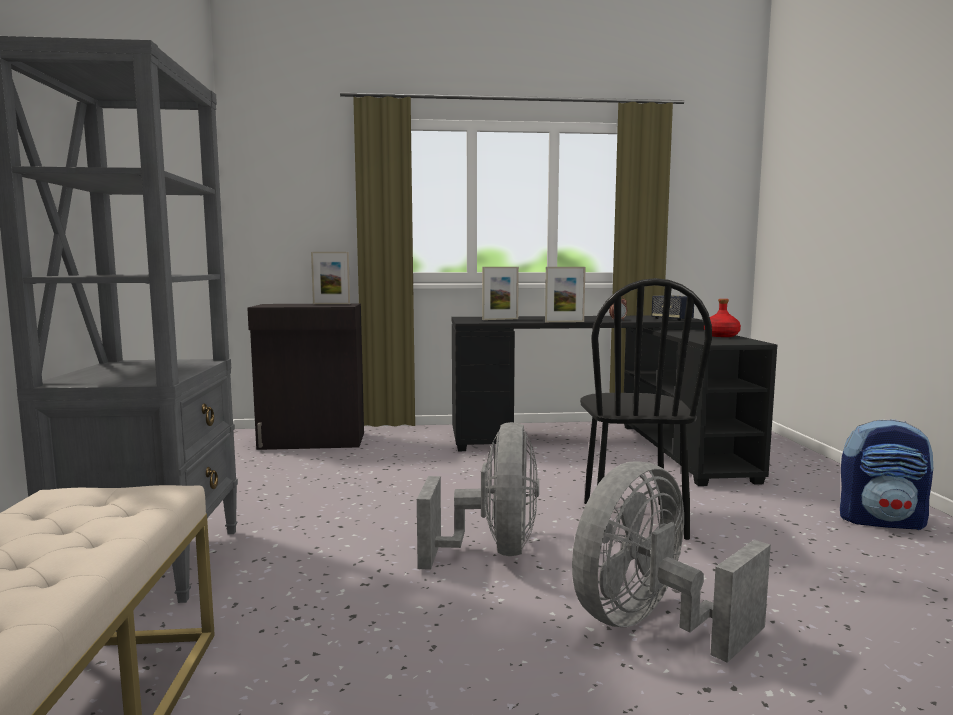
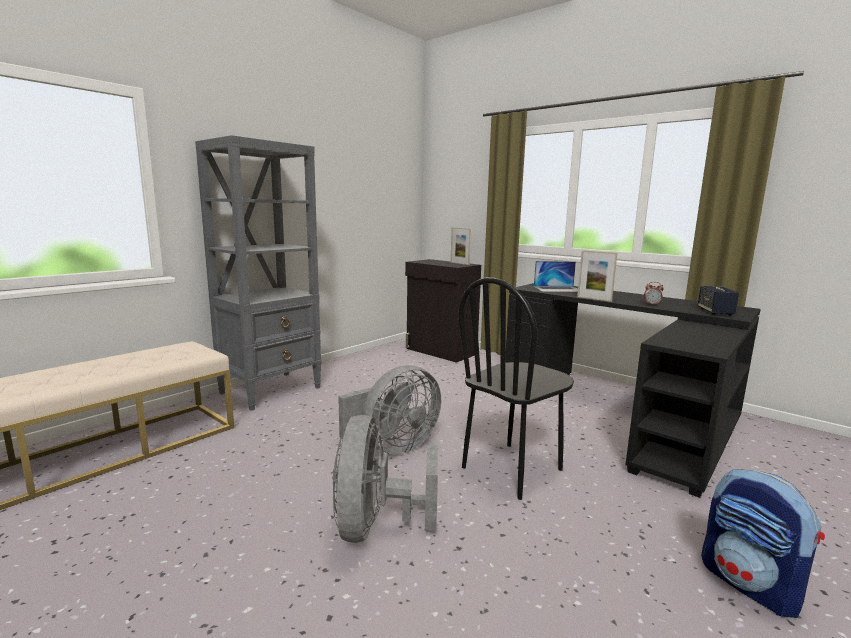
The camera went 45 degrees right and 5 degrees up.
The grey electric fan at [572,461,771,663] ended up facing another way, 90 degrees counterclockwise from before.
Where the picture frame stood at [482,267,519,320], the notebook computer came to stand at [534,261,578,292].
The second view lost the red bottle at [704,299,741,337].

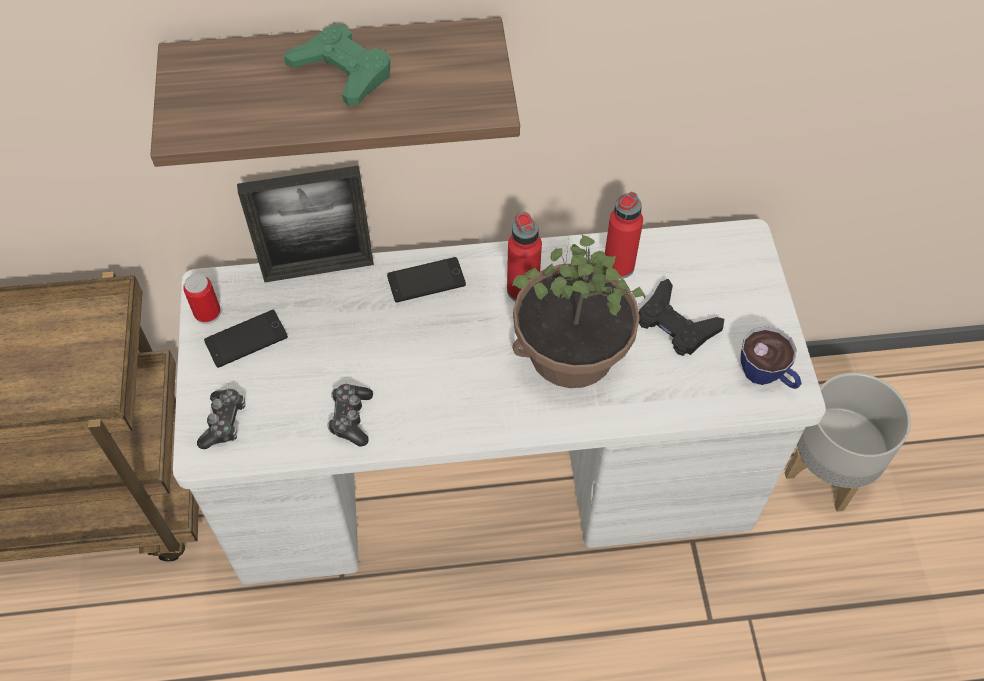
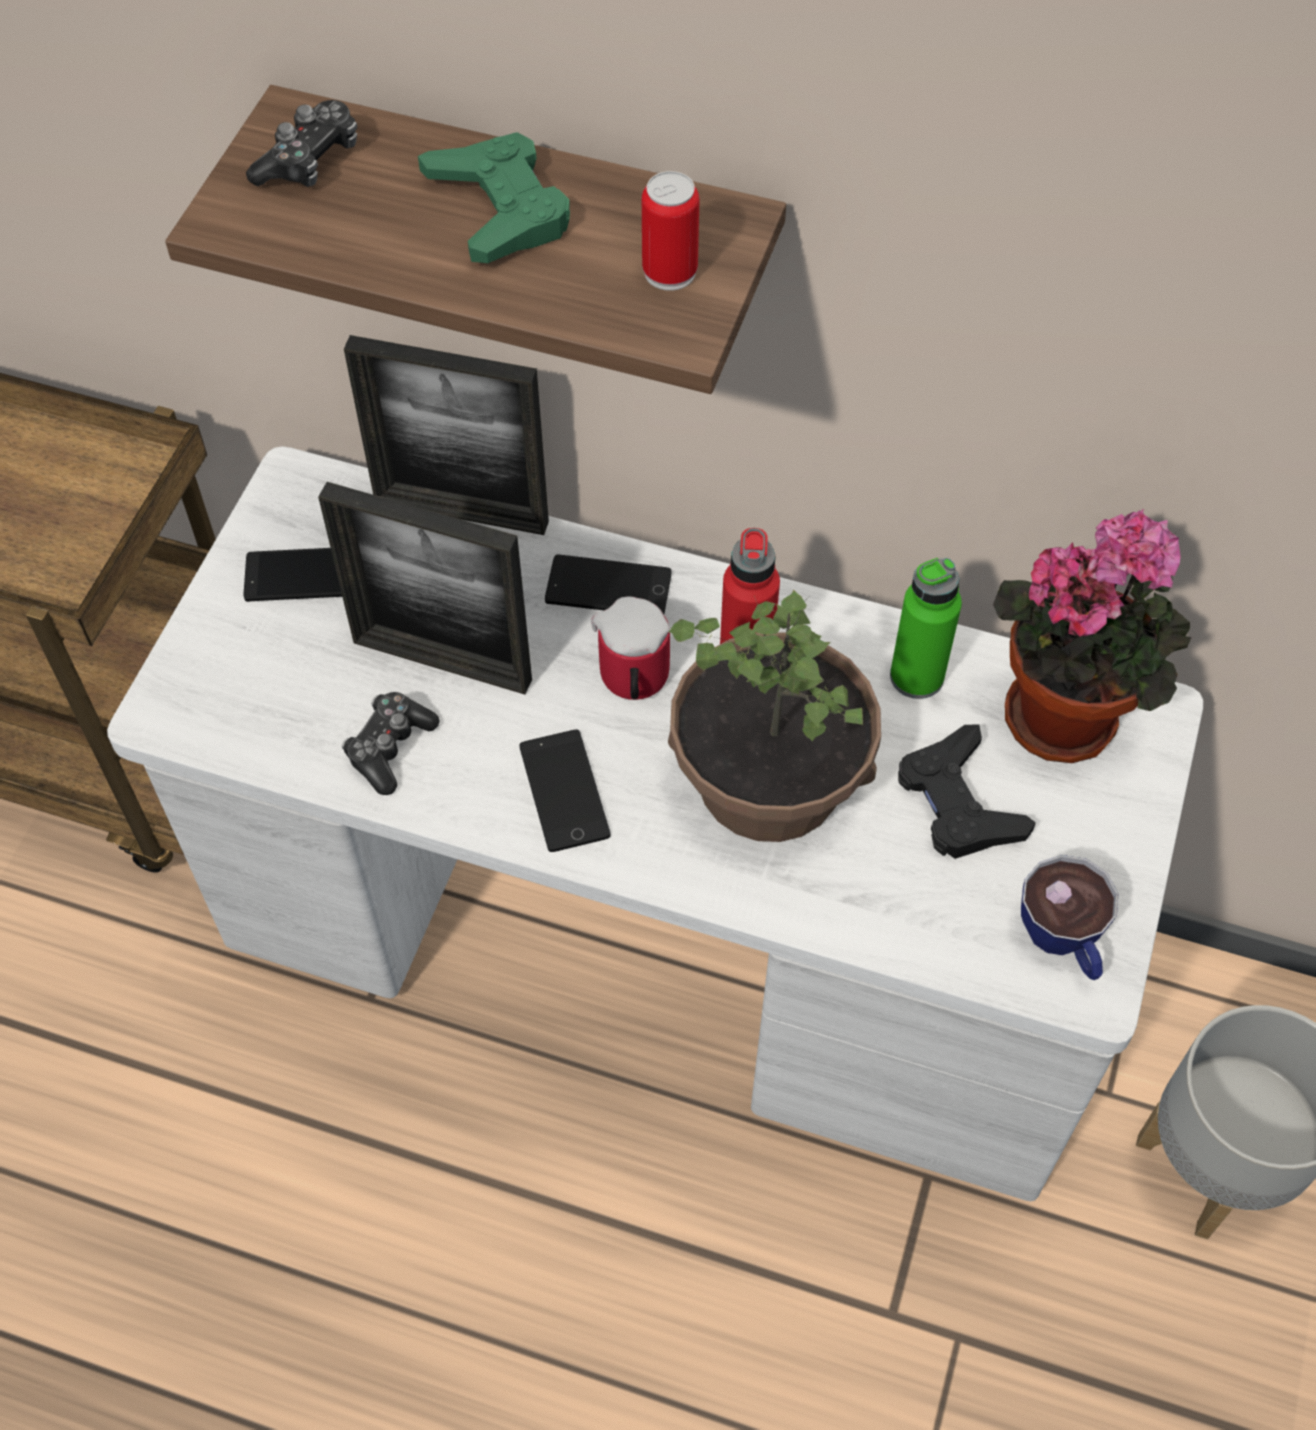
The camera went 25 degrees right and 0 degrees up.
The gamepad ended up elsewhere, having gone from [197,389,245,449] to [246,100,357,187].
The second view gained the picture frame at [318,482,532,695].
The second view gained the phone at [519,730,611,852].
The second view gained the mug at [591,596,670,700].
The sealed can ended up elsewhere, having gone from [183,274,221,324] to [642,171,699,291].
What was the red bottle at [605,192,643,279] turned into the green-coloured bottle at [890,558,962,699].
The second view gained the potted plant at [993,509,1192,763].

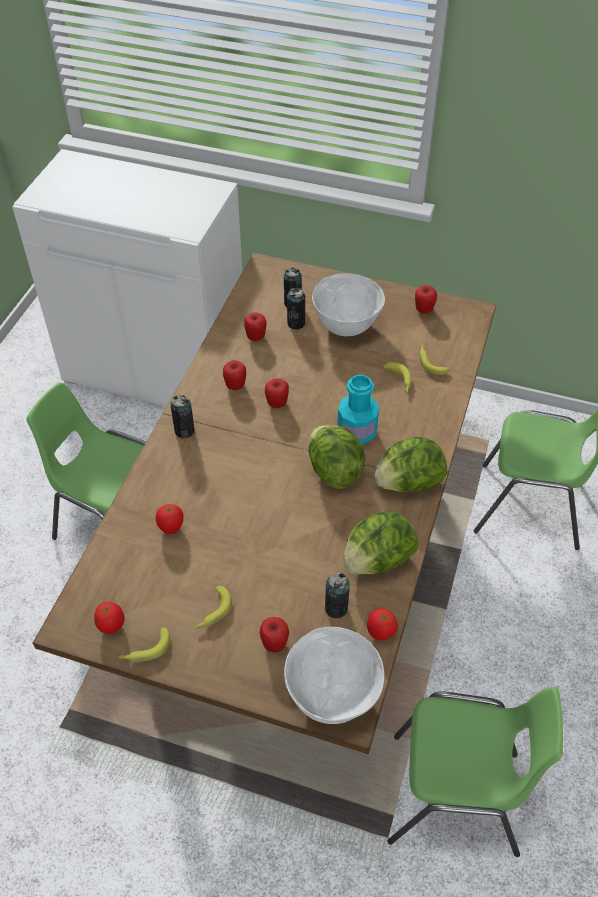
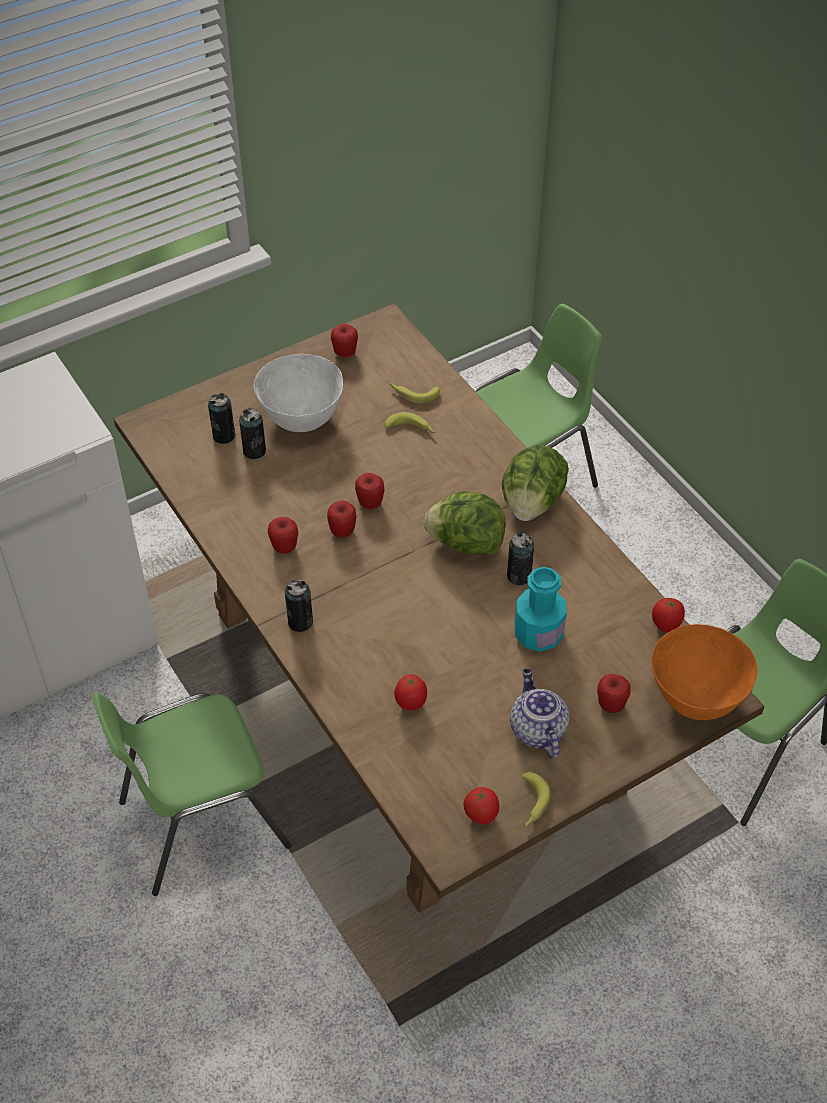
The camera went 50 degrees left and 0 degrees up.
The whole apple ended up elsewhere, having gone from [244,312,267,341] to [355,473,385,509].
The sealed can ended up elsewhere, having gone from [325,573,350,618] to [507,533,534,585].
Where the banana fruit stood at [195,586,232,629], the teapot came to stand at [510,669,570,759].
The turquoise bottle ended up elsewhere, having gone from [337,375,379,445] to [515,567,567,652].
What was the white-coloured bowl at [284,627,384,724] turned into the orange-coloured bowl at [652,624,757,720].
The second view lost the lettuce at [344,511,418,575].

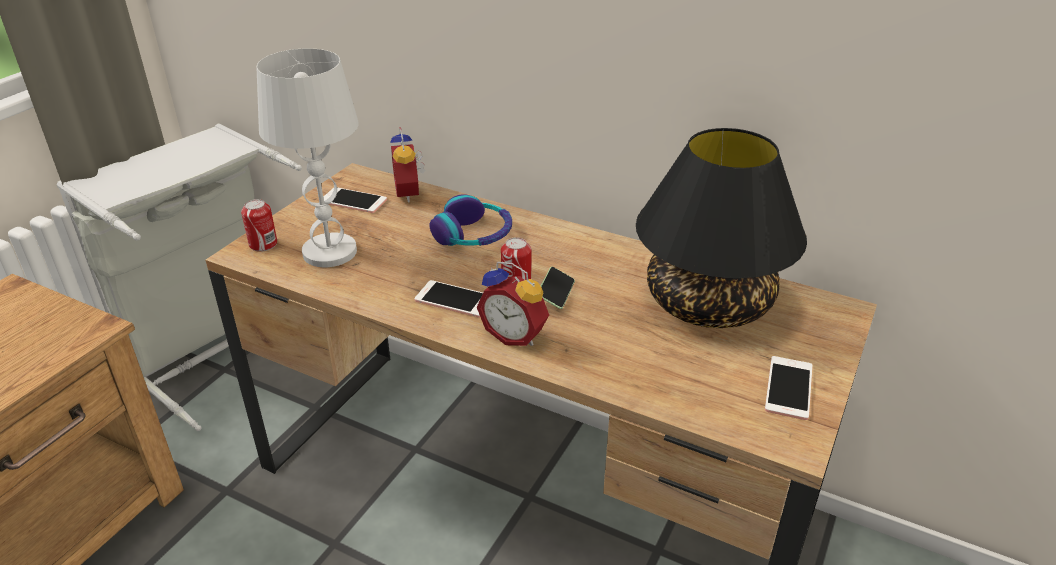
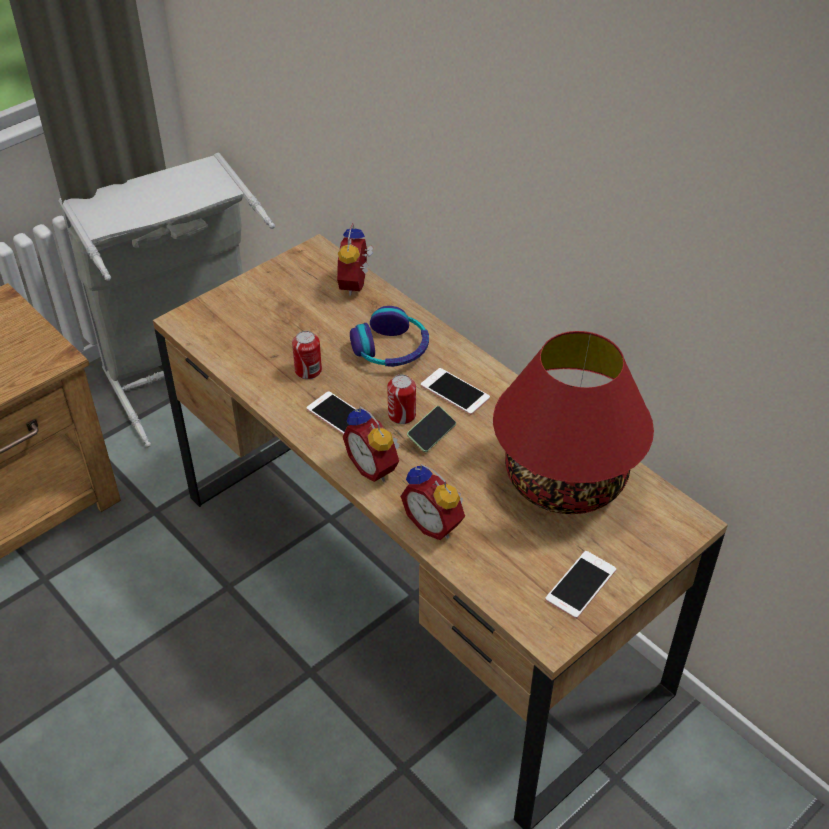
The camera went 20 degrees right and 10 degrees up.
The sealed can ended up elsewhere, having gone from [241,199,277,252] to [292,331,322,379].
The second view gained the alarm clock at [400,464,465,540].
The phone ended up elsewhere, having gone from [323,187,387,213] to [421,368,490,415].
What was the black tabletop lamp at [636,128,807,328] turned into the red tabletop lamp at [493,331,654,514].
The second view lost the white-coloured tabletop lamp at [256,48,359,267].

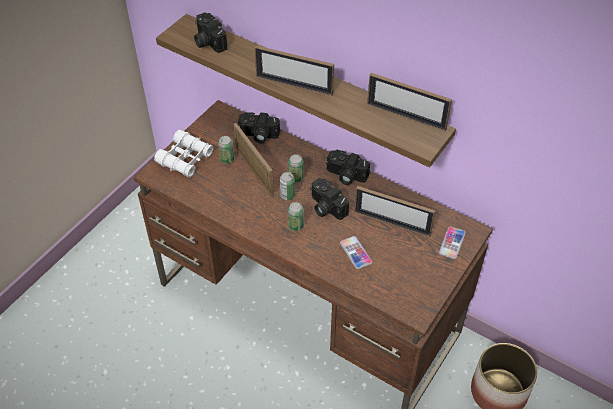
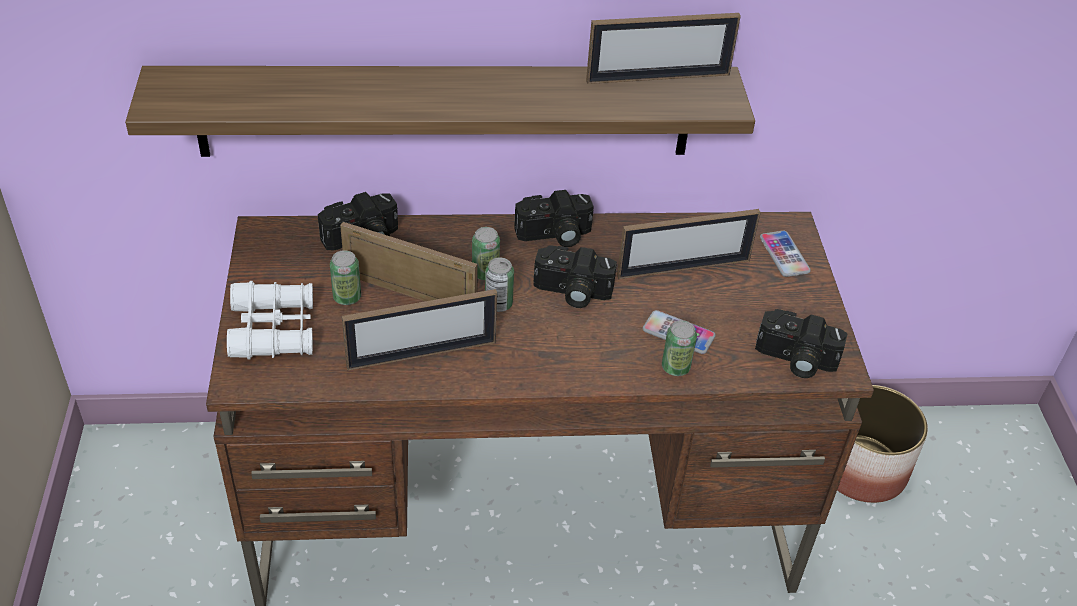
The camera went 40 degrees left and 5 degrees down.
The picture frame ended up elsewhere, having gone from [254,45,334,96] to [342,289,497,371].
The sealed can ended up elsewhere, having gone from [288,202,304,231] to [662,320,697,376].
The still camera ended up elsewhere, having gone from [194,12,228,53] to [755,309,848,378].

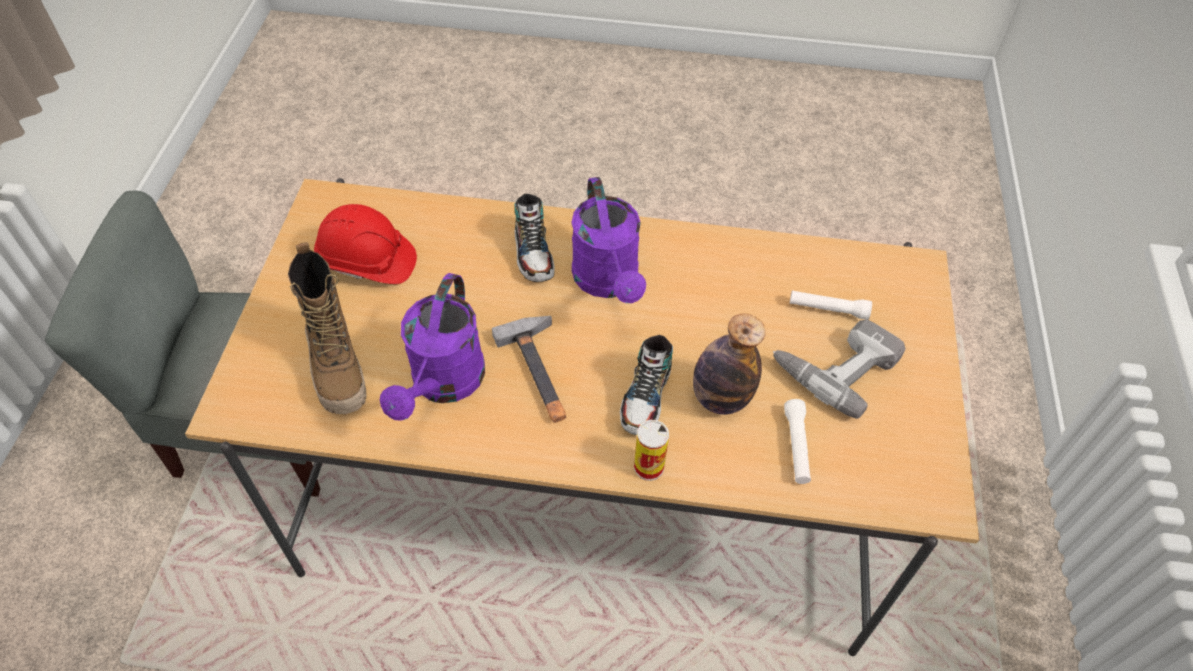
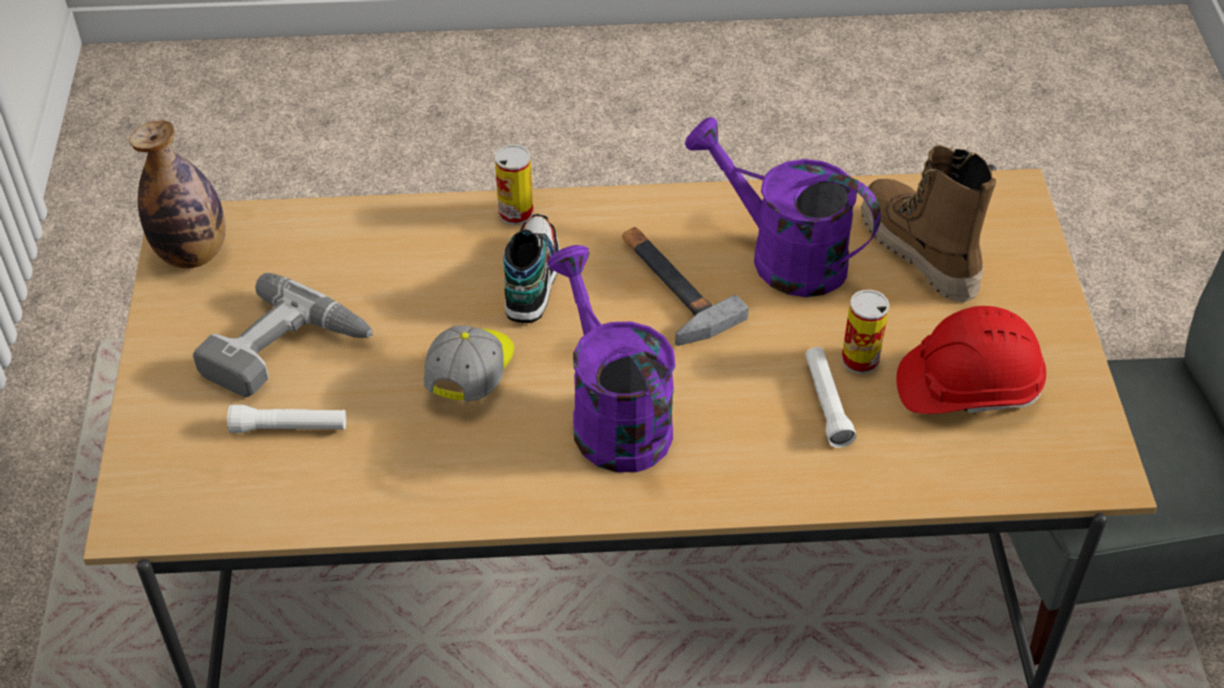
The camera went 170 degrees right and 5 degrees down.
The bottle ended up elsewhere, having gone from [693,313,766,415] to [129,120,226,268].
The second view gained the peaked cap at [424,325,514,402].
The purple sprinkling can at [380,273,485,420] ended up facing another way, 60 degrees counterclockwise from before.
The white-coloured torch ended up elsewhere, having gone from [784,399,811,484] to [805,347,856,448].
The second view gained the sealed can at [841,289,890,374].
The second view lost the shoe at [515,194,555,282].

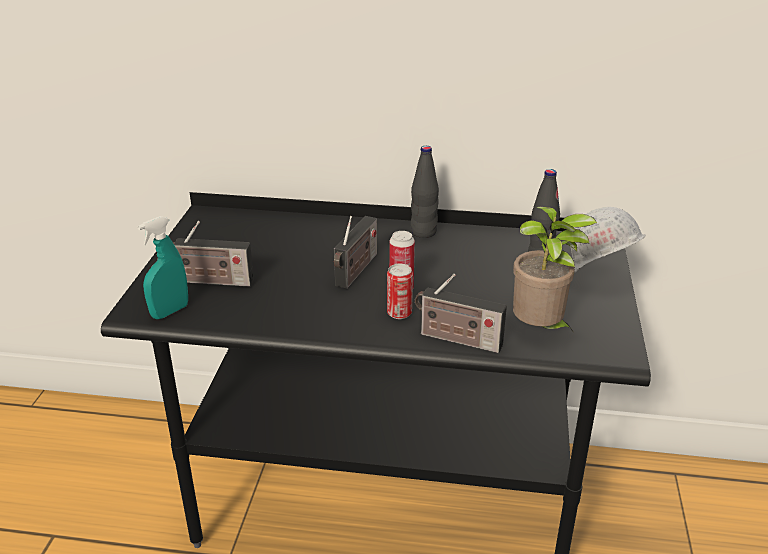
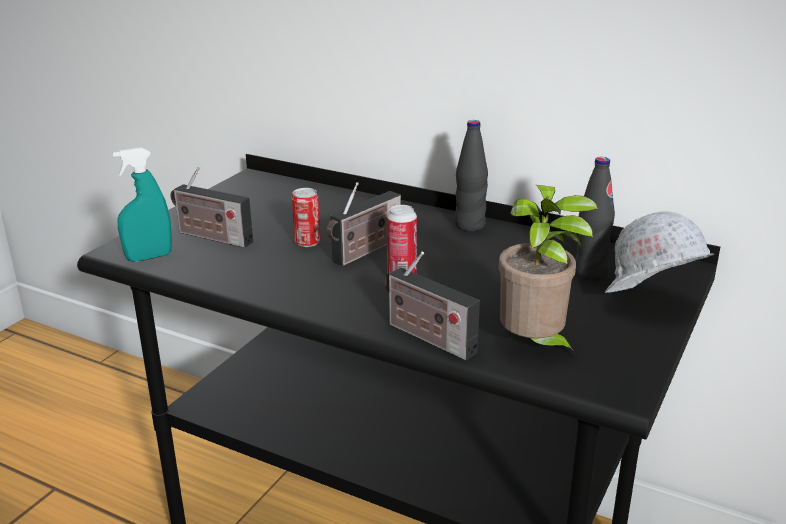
The camera went 20 degrees right and 5 degrees down.
The sealed can ended up elsewhere, having gone from [387,264,413,319] to [291,188,321,247].

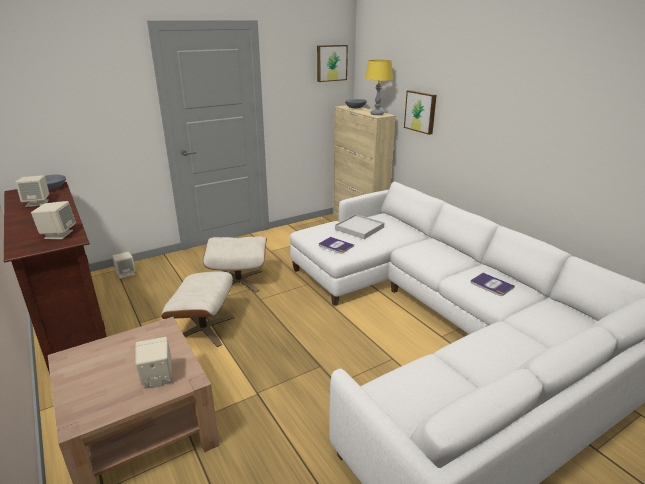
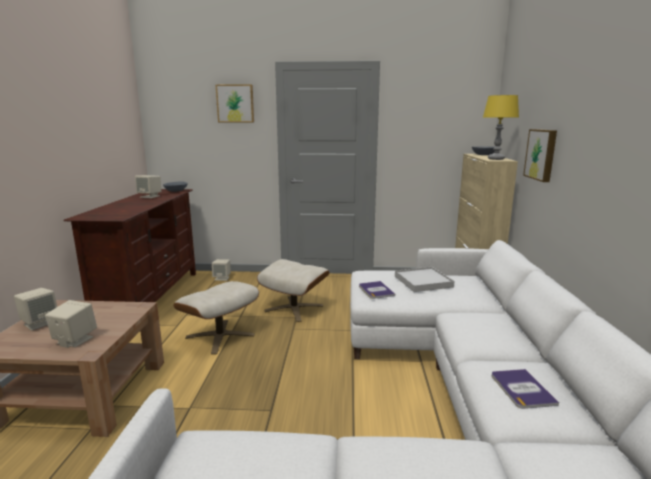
The camera went 35 degrees right and 10 degrees down.
The sand-coloured speaker ended up elsewhere, having gone from [31,201,76,239] to [14,288,57,331].
The picture ended up elsewhere, having gone from [317,45,348,82] to [216,84,254,122].

